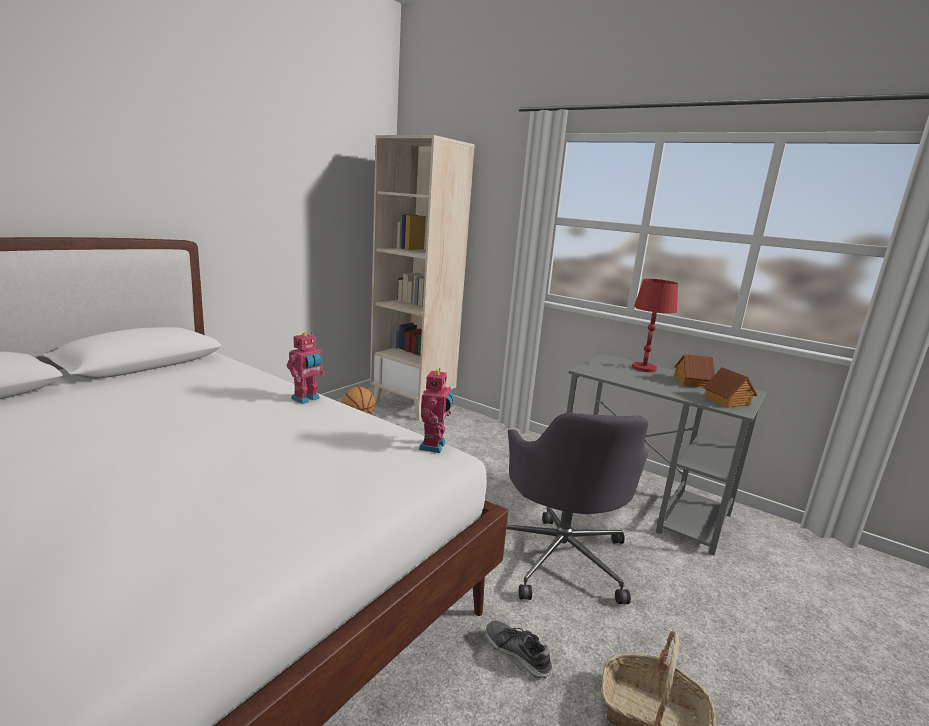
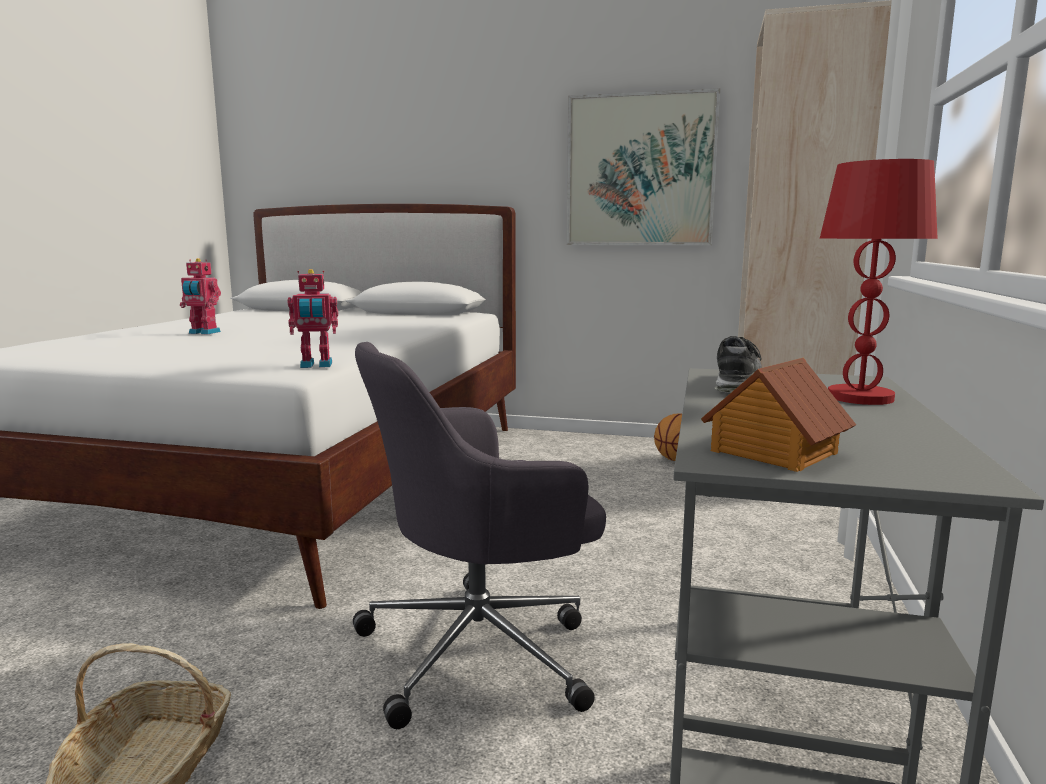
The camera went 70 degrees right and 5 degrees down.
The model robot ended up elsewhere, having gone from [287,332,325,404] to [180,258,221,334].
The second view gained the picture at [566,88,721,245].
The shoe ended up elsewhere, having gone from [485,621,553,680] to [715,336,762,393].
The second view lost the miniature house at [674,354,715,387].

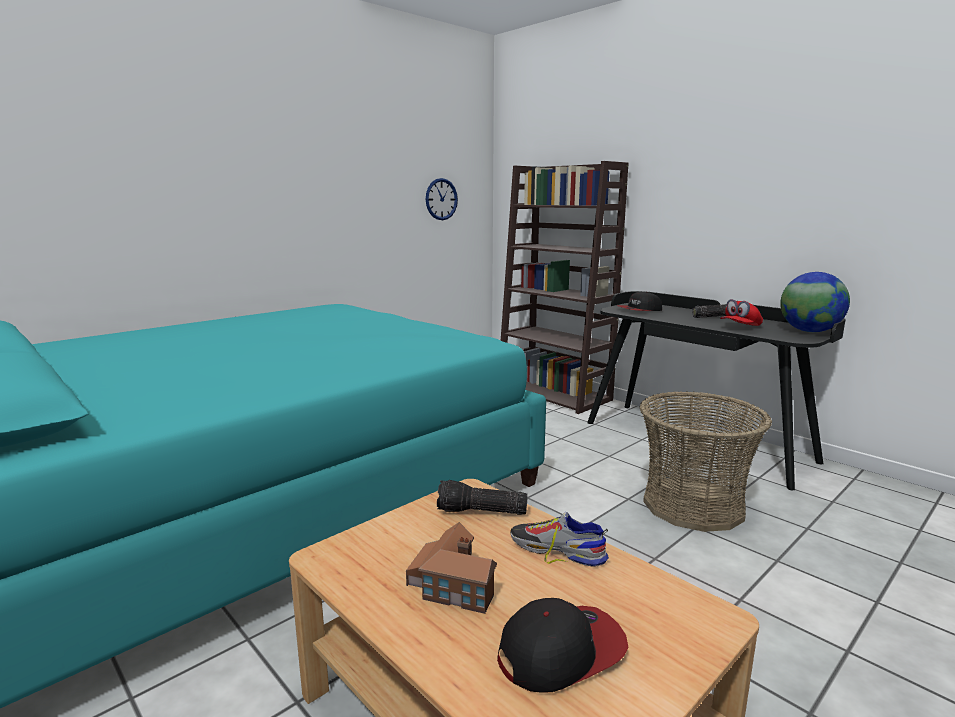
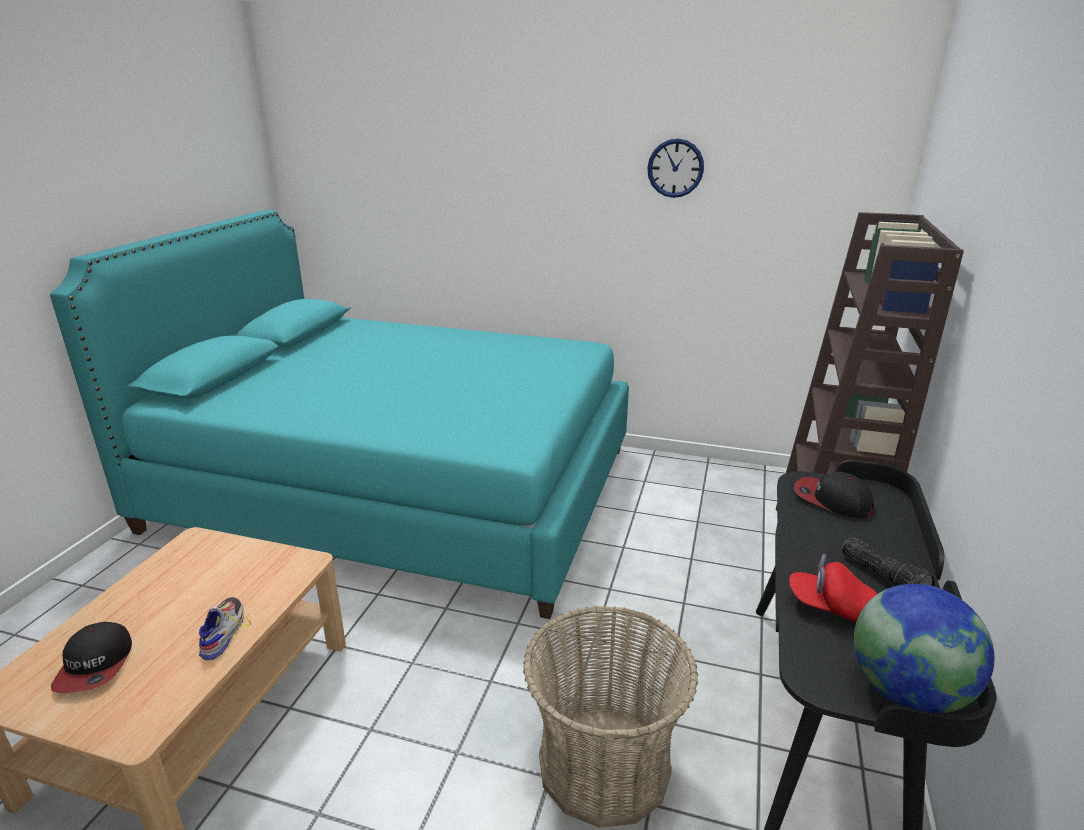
The camera went 60 degrees right and 10 degrees up.
The peaked cap at [497,598,628,693] ended up facing another way, 45 degrees clockwise from before.
The wall clock ended up elsewhere, having gone from [426,178,458,220] to [647,139,704,198].
The second view lost the miniature house at [406,522,497,614].
The second view lost the torch at [437,480,528,515].

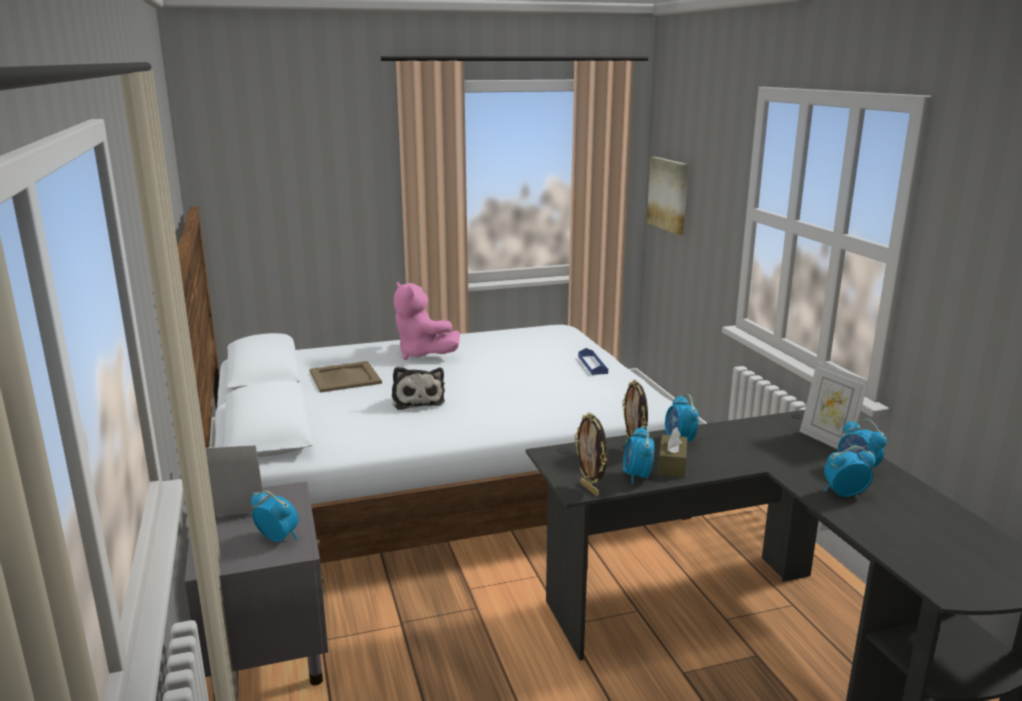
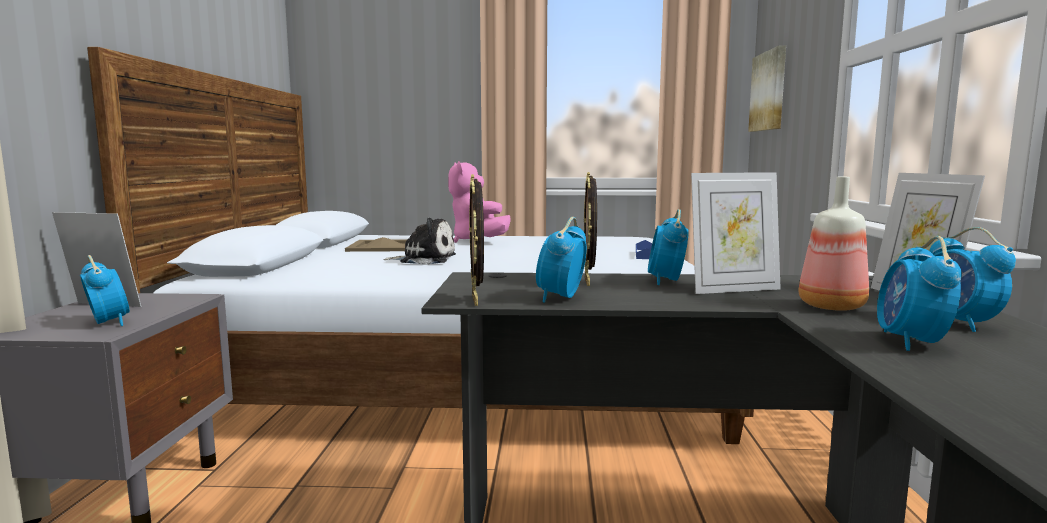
The camera went 20 degrees right and 10 degrees down.
The cuddly toy at [392,367,445,410] ended up facing another way, 90 degrees counterclockwise from before.
The second view gained the picture frame at [691,172,781,294].
The second view gained the bottle at [799,177,869,311].
The alarm clock at [824,446,875,497] ended up facing another way, 90 degrees counterclockwise from before.
The second view lost the brown-coloured tissue holder at [658,427,687,477].

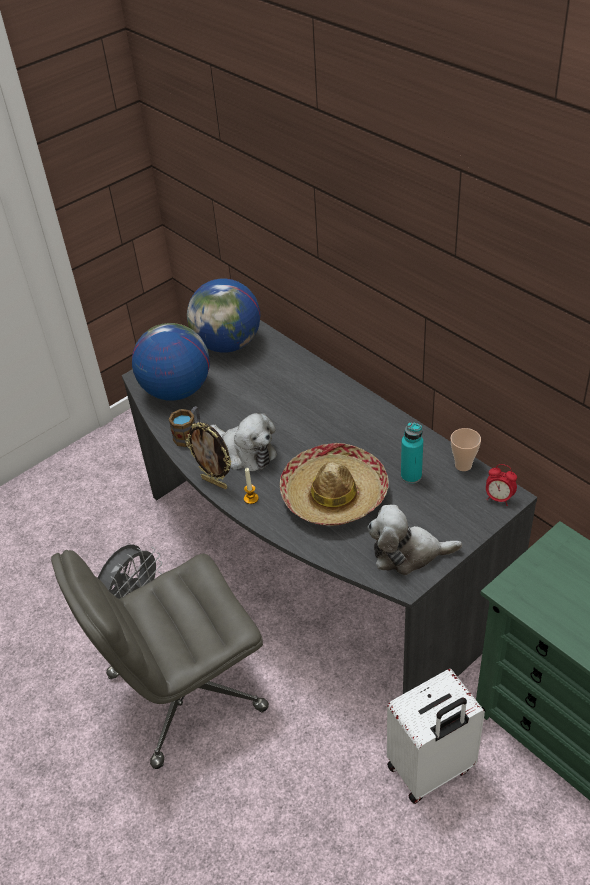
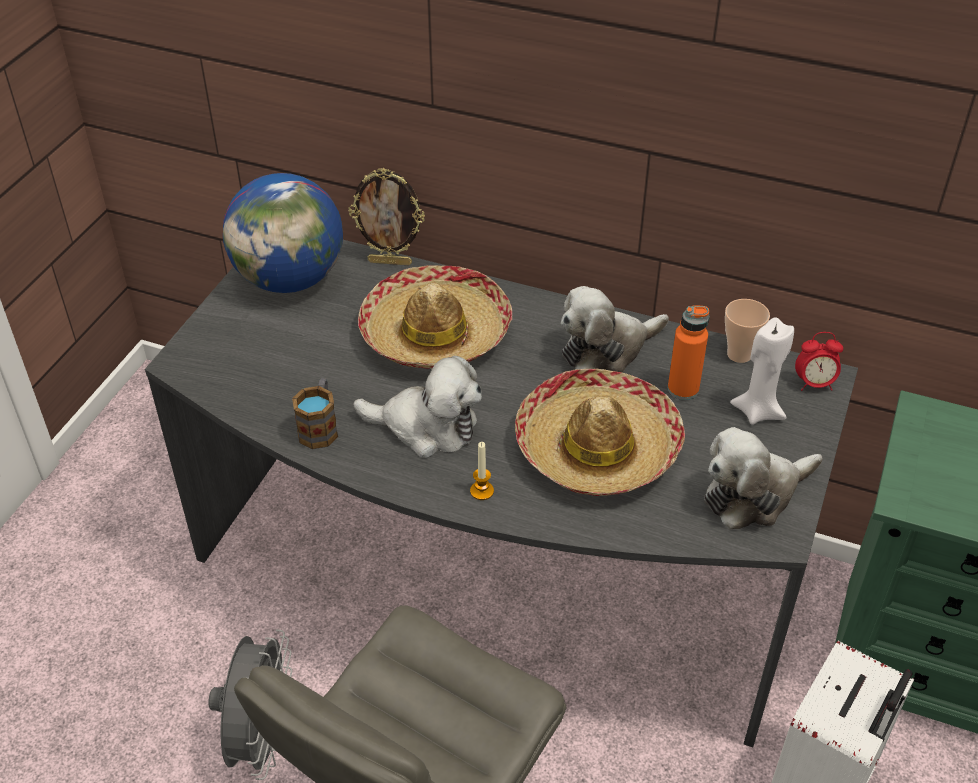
The camera went 30 degrees left and 0 degrees up.
The picture frame ended up elsewhere, having gone from [185,422,232,489] to [348,168,425,265].
The second view gained the hat at [358,265,512,369].
The second view gained the cuddly toy at [561,286,669,373].
What was the turquoise bottle at [401,422,423,484] turned into the orange-coloured bottle at [668,306,709,400].
The second view gained the white-coloured candle at [730,317,794,425].
The second view lost the globe at [132,323,210,401].

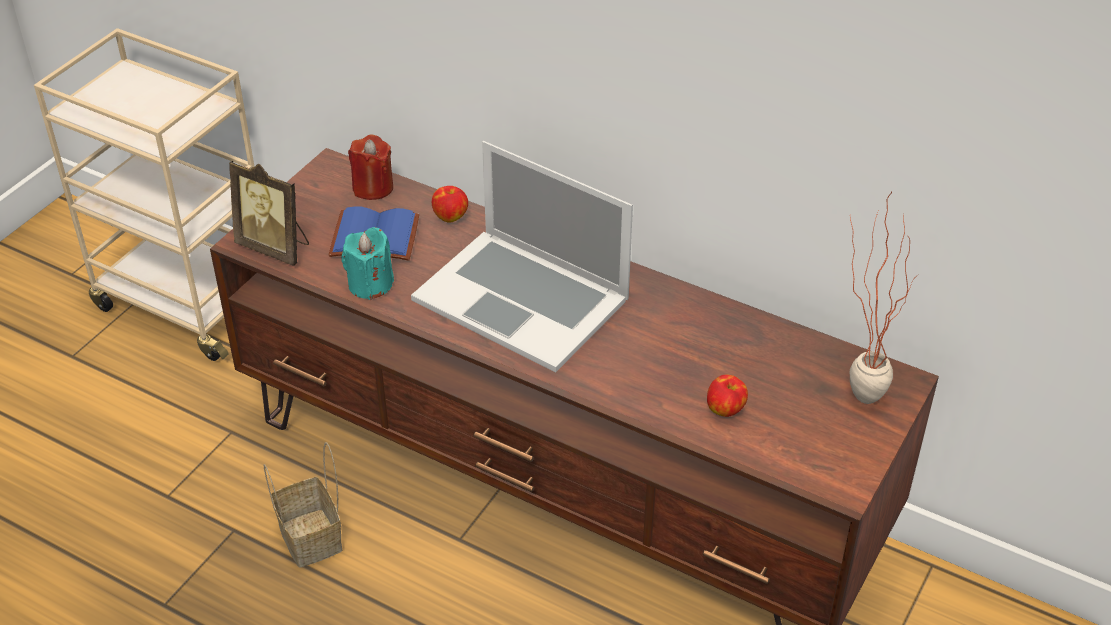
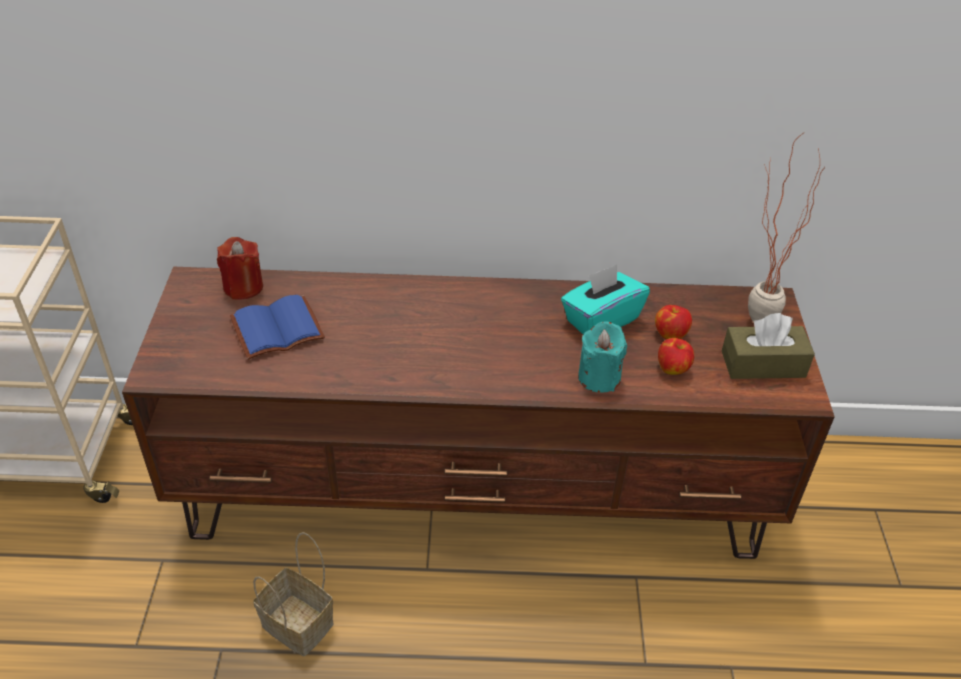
The camera went 30 degrees left and 0 degrees up.
The second view gained the turquoise tissue holder at [561,264,650,334].
The turquoise candle ended up elsewhere, having gone from [341,227,394,300] to [578,322,627,393].
The whole apple ended up elsewhere, having gone from [432,186,468,223] to [655,305,692,339].
The second view gained the brown-coloured tissue holder at [722,313,815,379].
The second view lost the picture frame at [229,160,309,266].
The second view lost the notebook computer at [411,141,633,372].

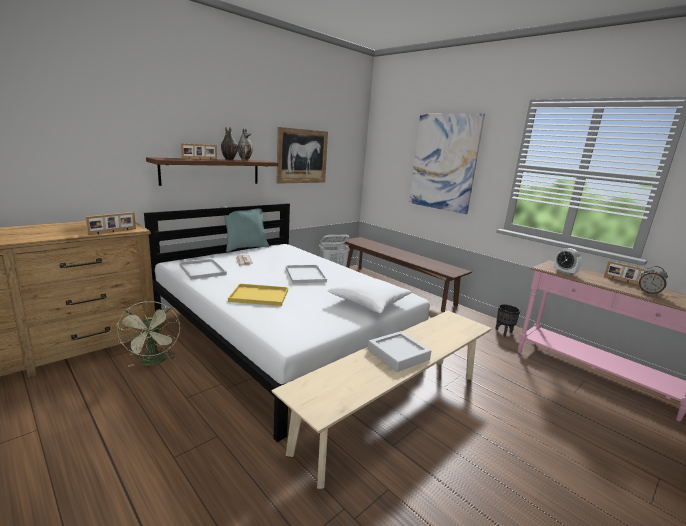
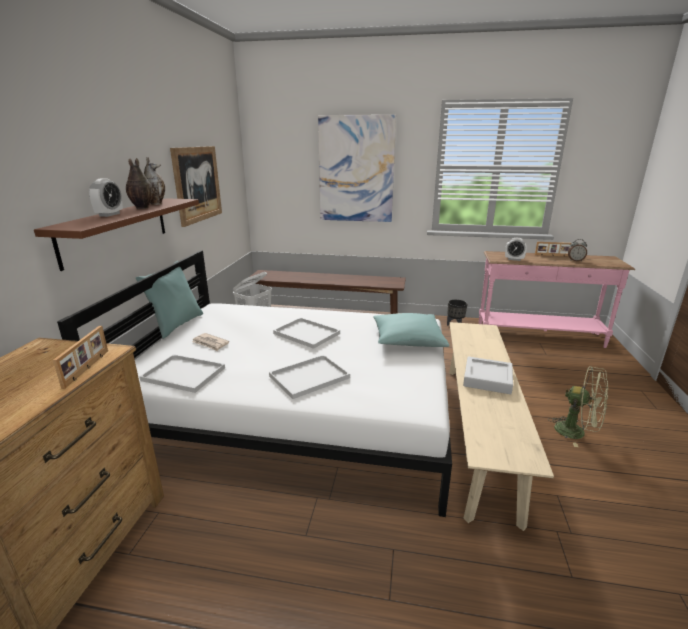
The camera went 35 degrees left and 5 degrees up.
Where the picture frame stood at [181,143,217,160], the alarm clock came to stand at [89,178,123,217].
What was the yellow-coloured tray at [228,283,288,306] turned into the white-coloured tray at [269,355,350,399].
What was the white-coloured cushion at [327,277,411,314] turned into the turquoise cushion at [373,313,450,347].
The green-coloured electric fan ended up elsewhere, having gone from [117,301,180,367] to [548,366,608,447].

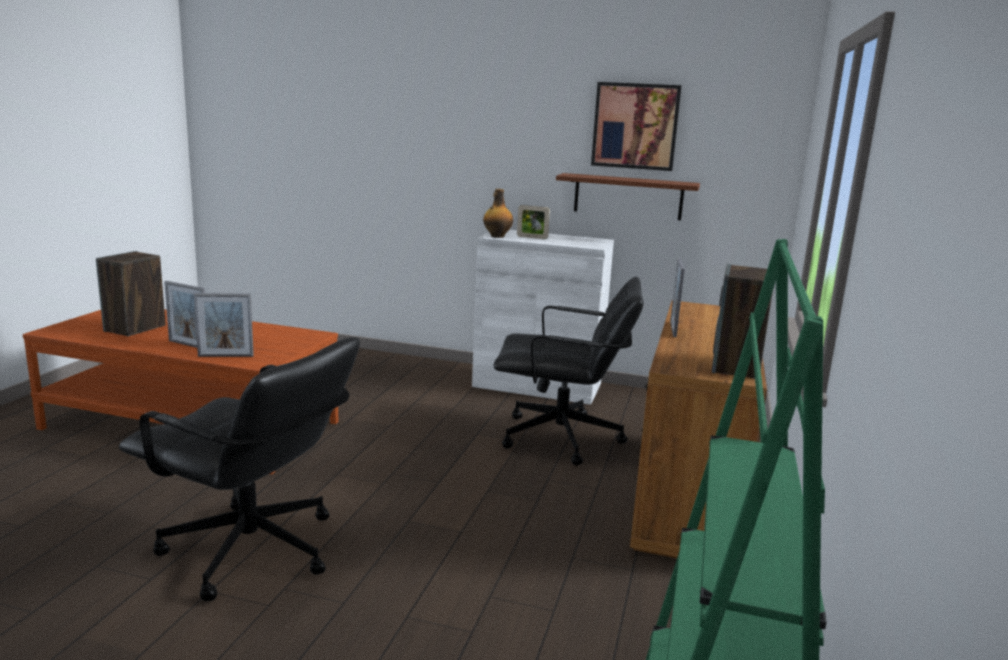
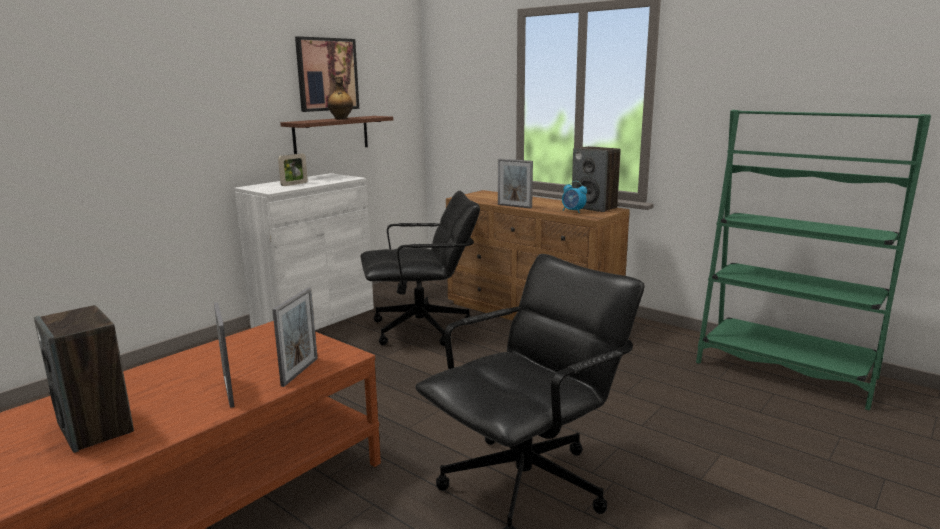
The camera went 65 degrees left and 0 degrees up.
The picture frame at [164,281,205,348] ended up facing another way, 105 degrees clockwise from before.
The bottle ended up elsewhere, having gone from [483,189,513,238] to [327,77,353,119].
The black computer chair at [494,277,643,465] ended up facing another way, 45 degrees clockwise from before.
The second view gained the alarm clock at [562,181,587,213].

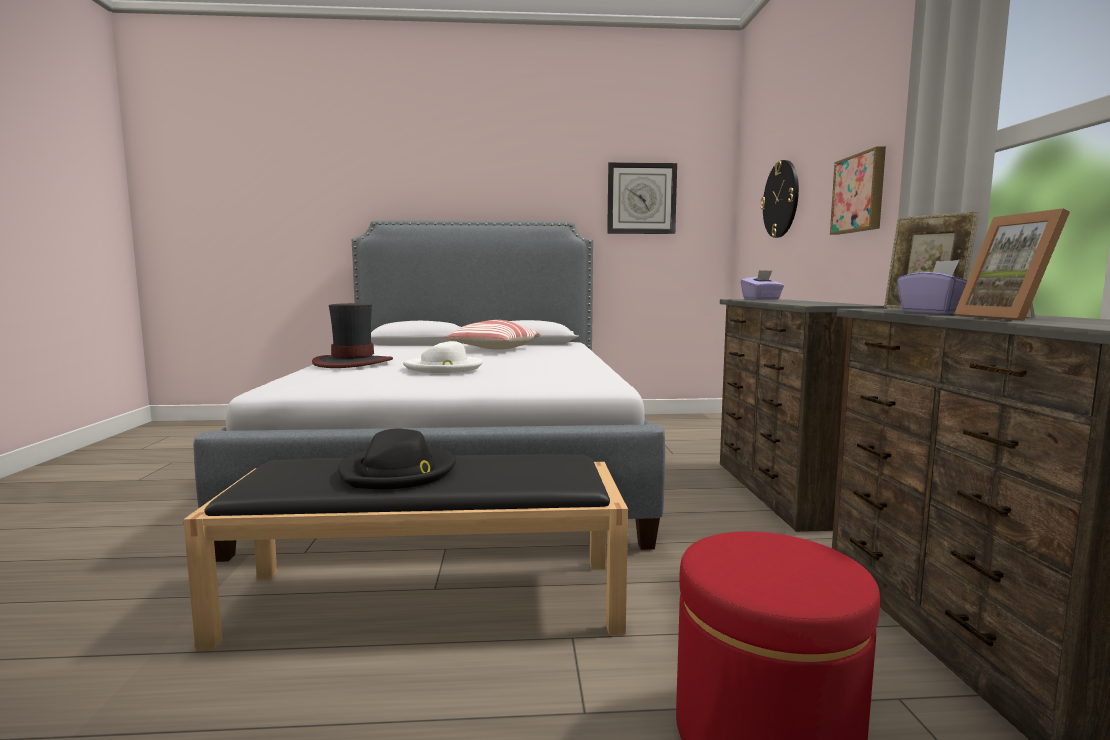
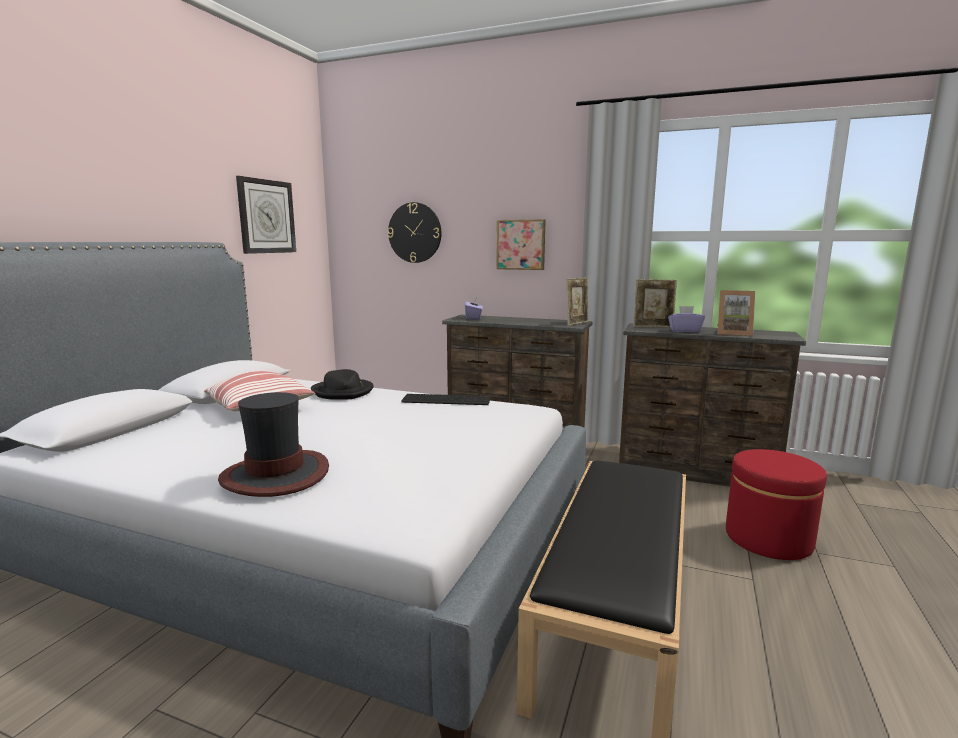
The camera went 65 degrees left and 5 degrees up.
The black hat ended up elsewhere, having gone from [338,429,456,489] to [311,369,374,400].
The second view gained the keyboard at [401,394,491,405].
The second view gained the picture frame at [566,278,589,326].
The second view lost the white-coloured hat at [403,341,483,373].

